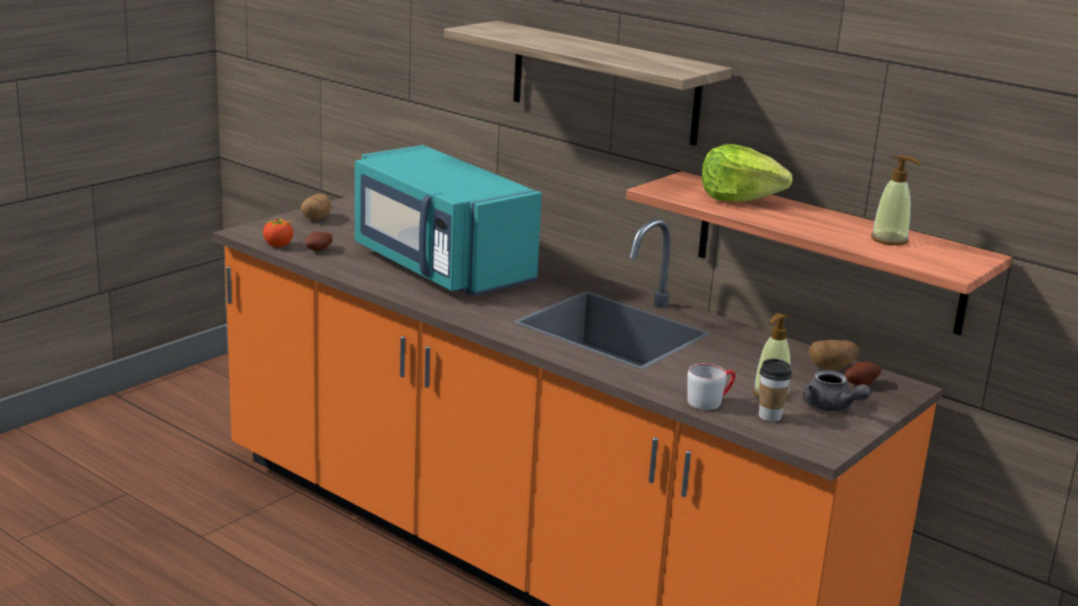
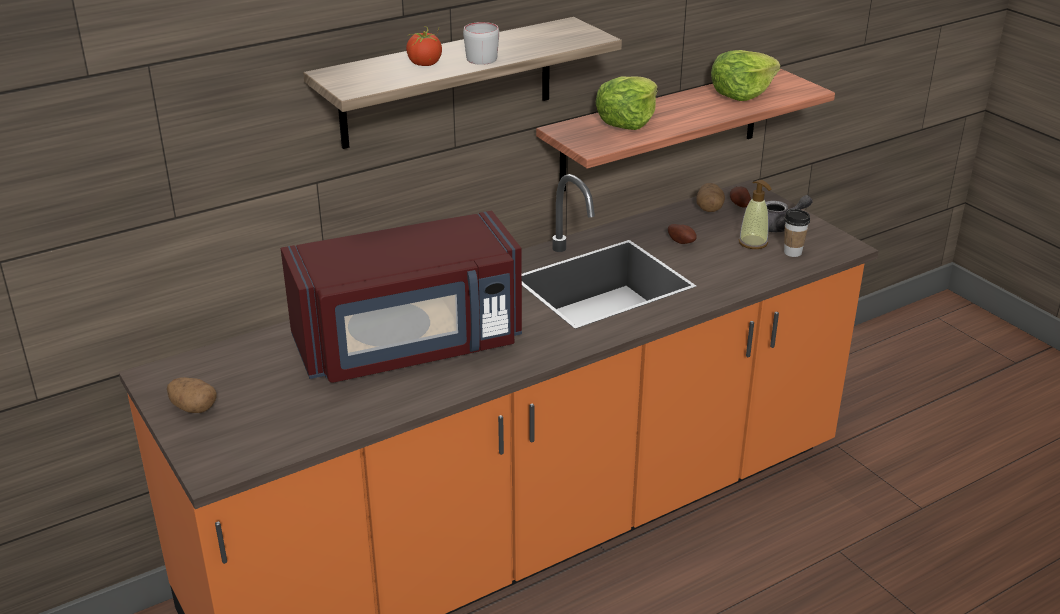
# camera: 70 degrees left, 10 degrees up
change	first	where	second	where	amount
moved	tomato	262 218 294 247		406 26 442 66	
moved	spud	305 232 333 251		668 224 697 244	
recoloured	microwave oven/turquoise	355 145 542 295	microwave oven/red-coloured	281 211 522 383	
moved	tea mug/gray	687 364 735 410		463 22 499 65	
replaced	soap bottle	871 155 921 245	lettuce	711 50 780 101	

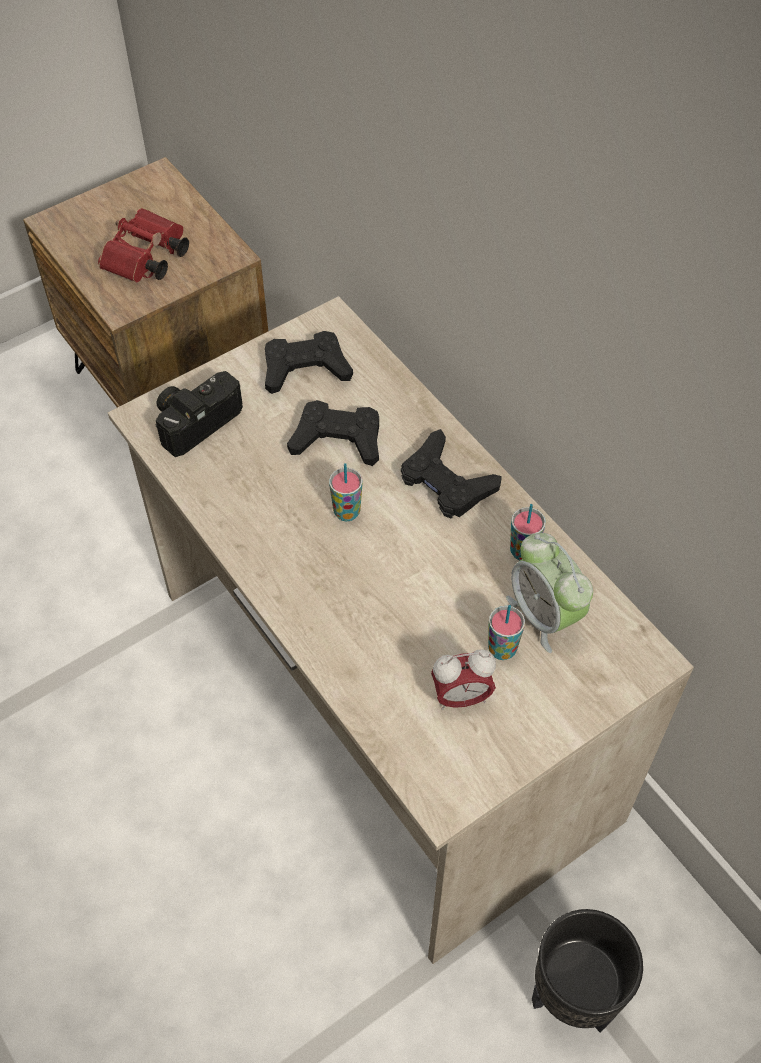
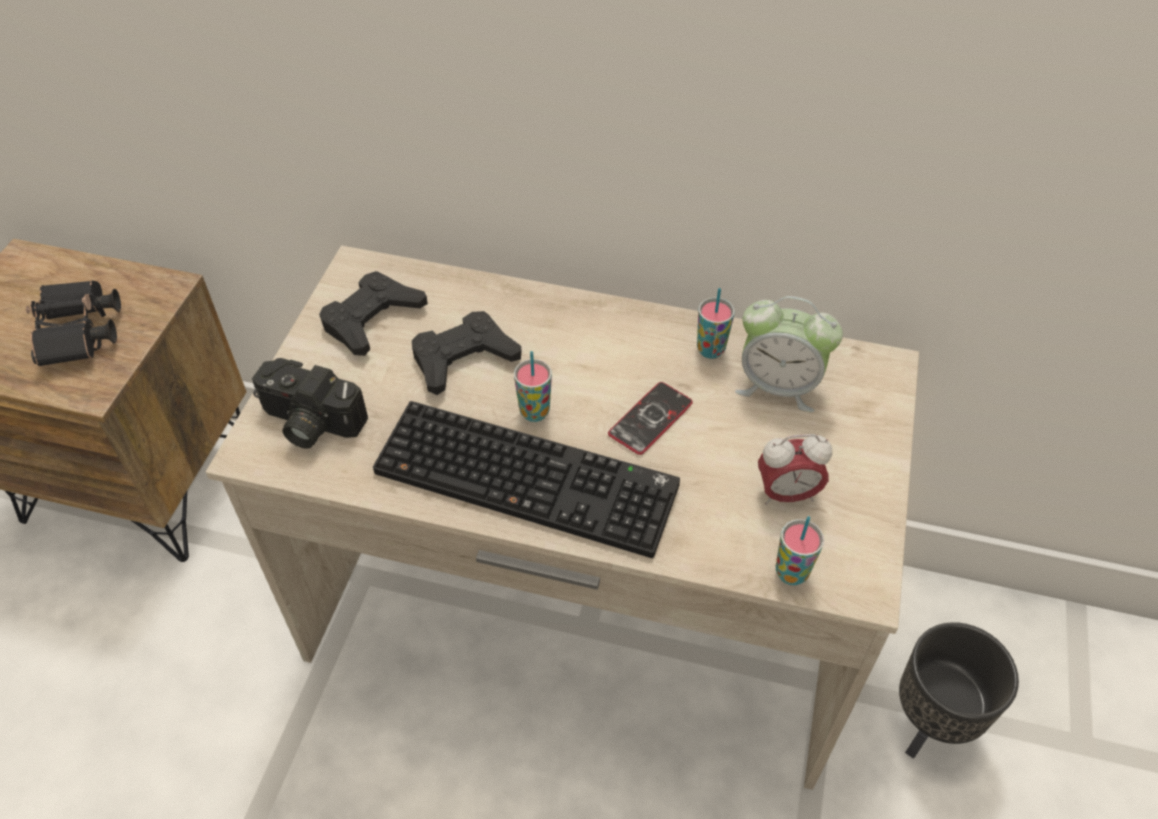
# camera: 40 degrees left, 5 degrees down
change	first	where	second	where	amount
recoloured	pair of binoculars/red-coloured	98 208 189 283	pair of binoculars/black-coloured	26 281 121 366	
turned	photo camera	156 371 243 457		252 358 368 449	75 degrees counterclockwise
removed	joypad/black-coloured	401 429 502 518			
turned	alarm clock	431 649 496 710		758 434 832 505	45 degrees clockwise
moved	small cup	488 605 525 660		776 516 824 585	
added			computer keyboard	373 401 680 558	
added			phone	608 382 693 455	

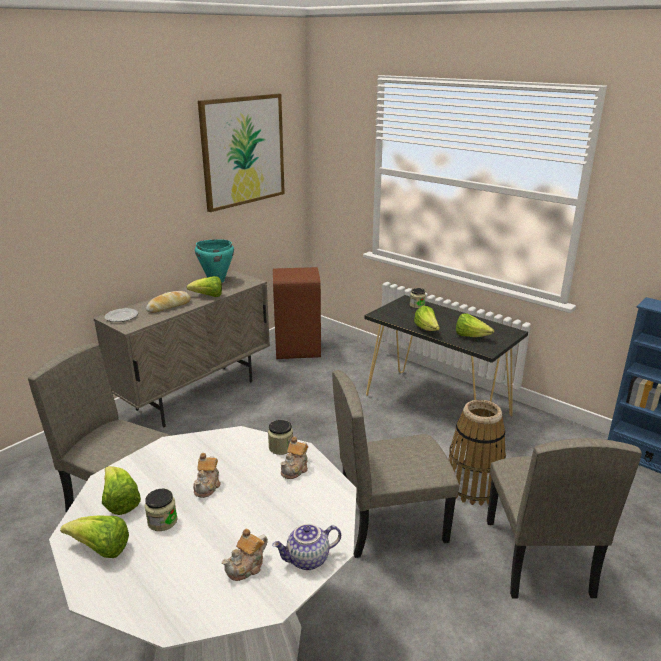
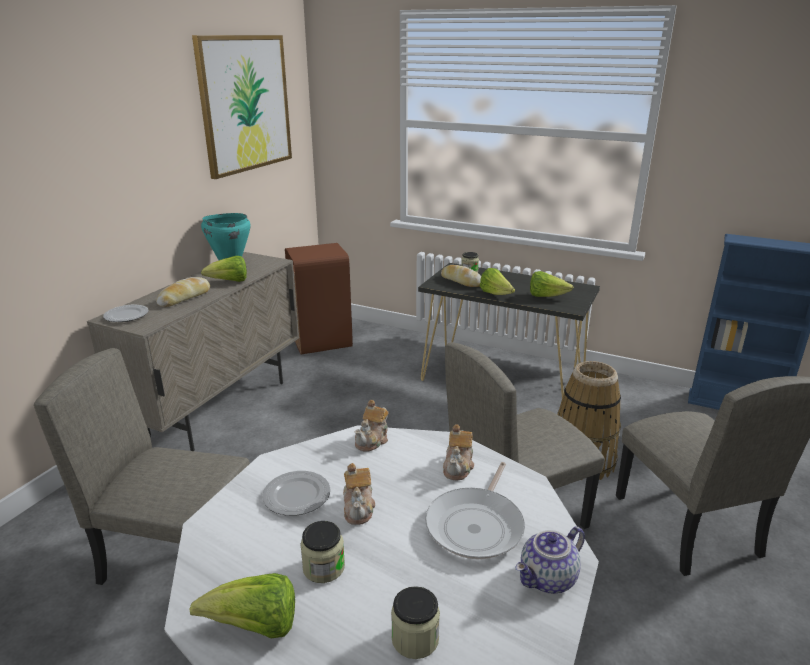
# camera: 15 degrees left, 0 degrees up
change	first	where	second	where	amount
removed	lettuce	102 466 141 515			
moved	teapot	222 529 268 581		355 400 388 452	
moved	jar	268 420 293 455		391 586 440 659	
added			plate	262 471 331 516	
added			skillet	425 462 525 559	
added			bread	441 265 481 287	

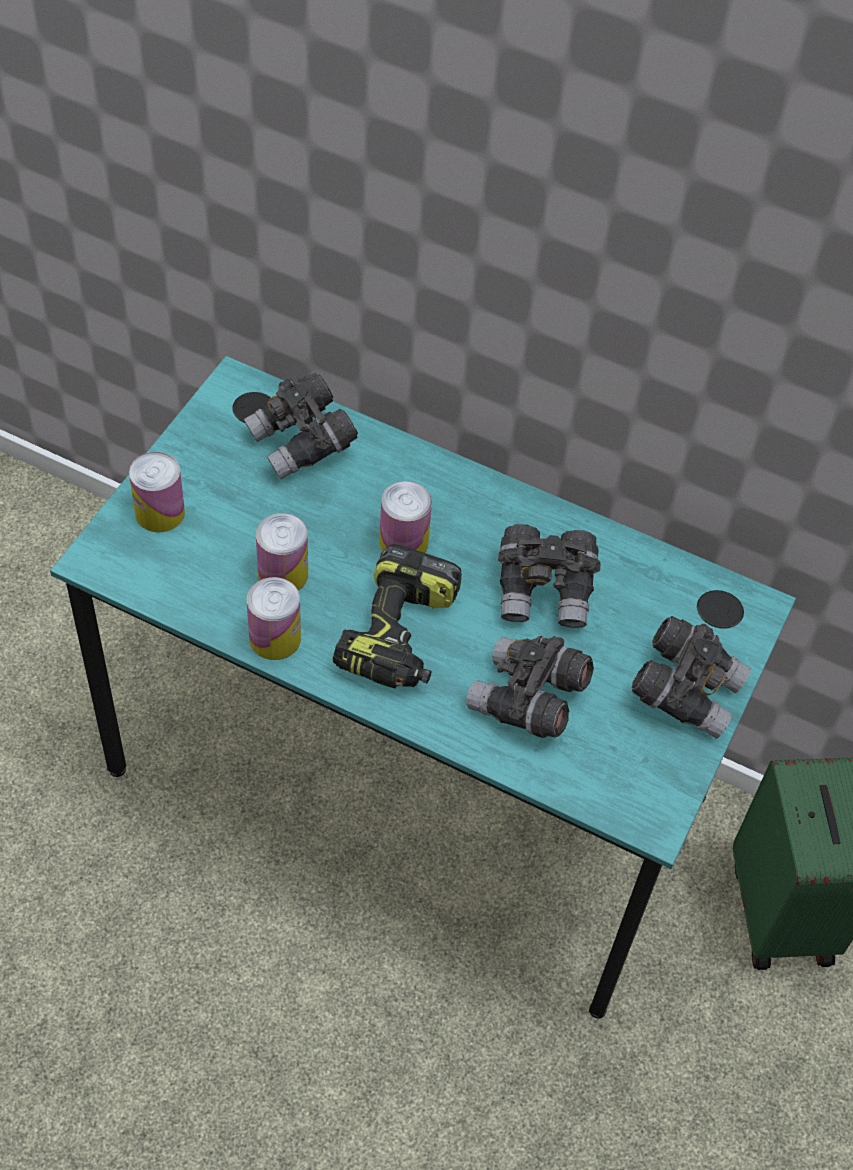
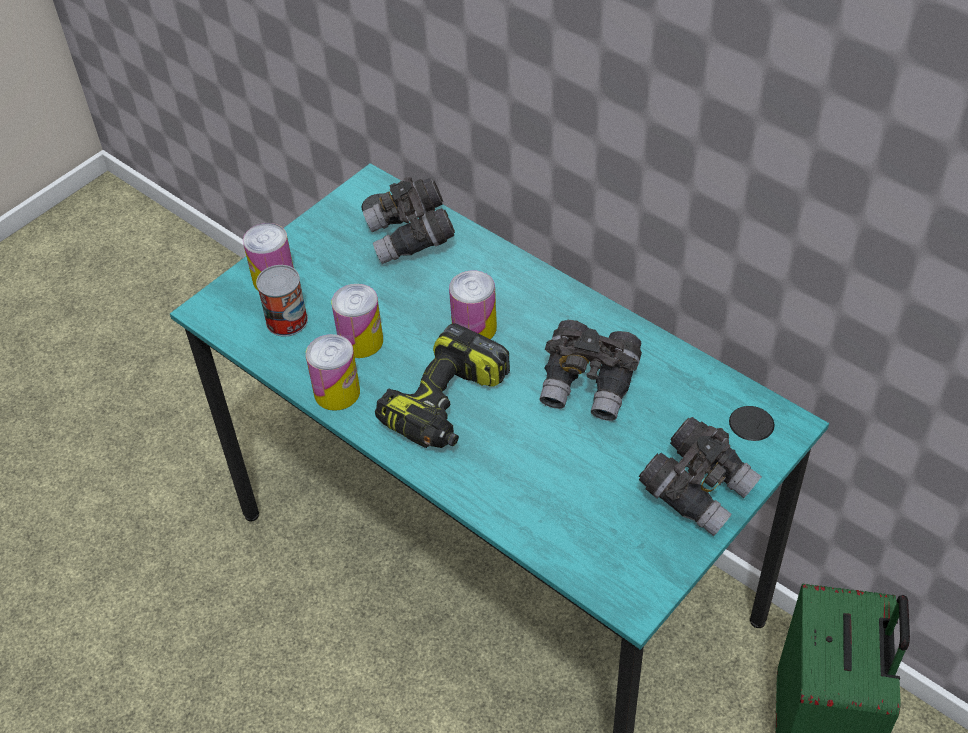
# camera: 20 degrees right, 5 degrees down
change	first	where	second	where	amount
removed	pair of binoculars/gray	467 636 594 738			
added			can	256 265 308 337	

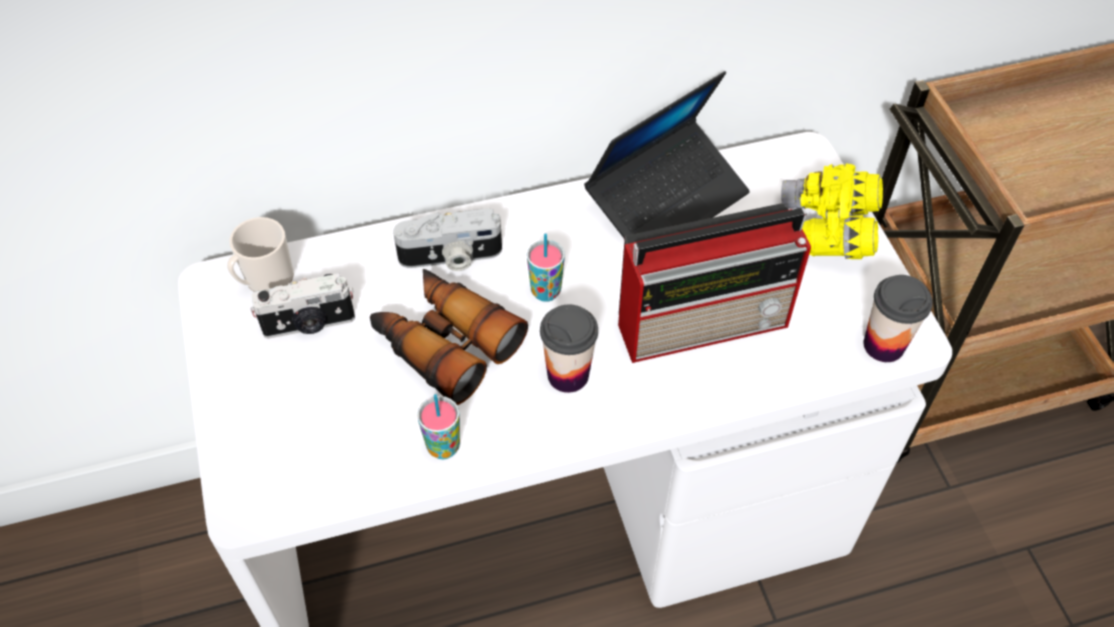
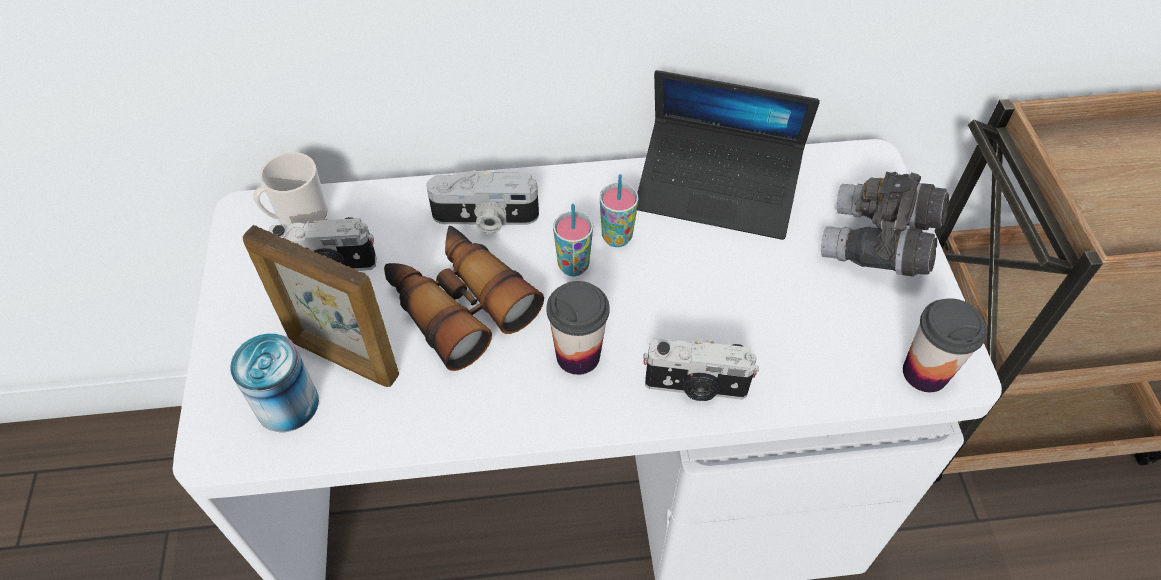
# camera: 10 degrees right, 0 degrees up
change	first	where	second	where	amount
moved	small cup	417 394 460 459		600 174 639 247	
turned	laptop	584 71 750 239		637 70 820 240	45 degrees clockwise
removed	radio	618 203 811 363			
recoloured	pair of binoculars/yellow-coloured	781 163 883 259	pair of binoculars/gray	821 172 949 277	
added			can	230 333 319 432	
added			photo frame	243 225 399 387	
added			photo camera	643 339 759 401	

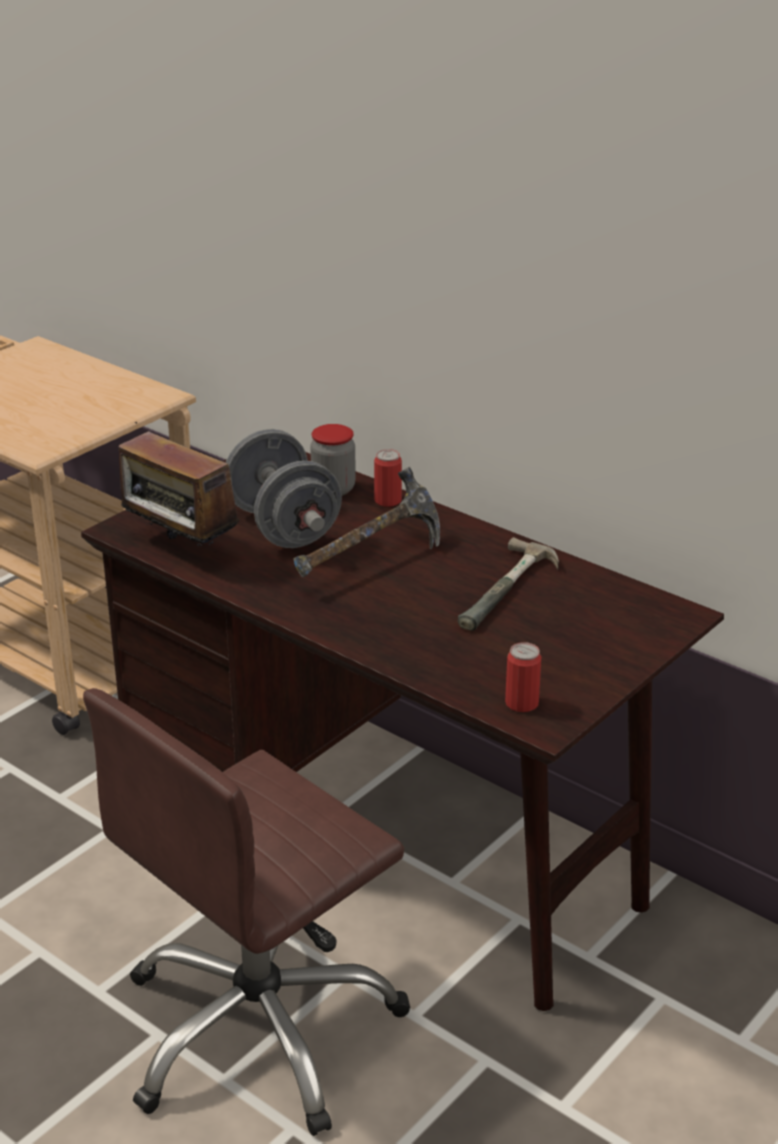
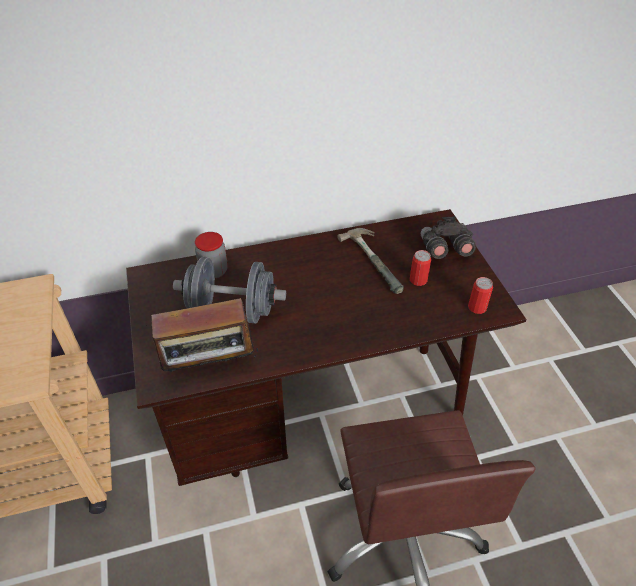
# camera: 55 degrees left, 15 degrees up
change	first	where	second	where	amount
removed	tool hammer	294 467 440 577			
moved	can	374 449 402 507		410 250 431 286	
added			pair of binoculars/gray	420 216 476 259	

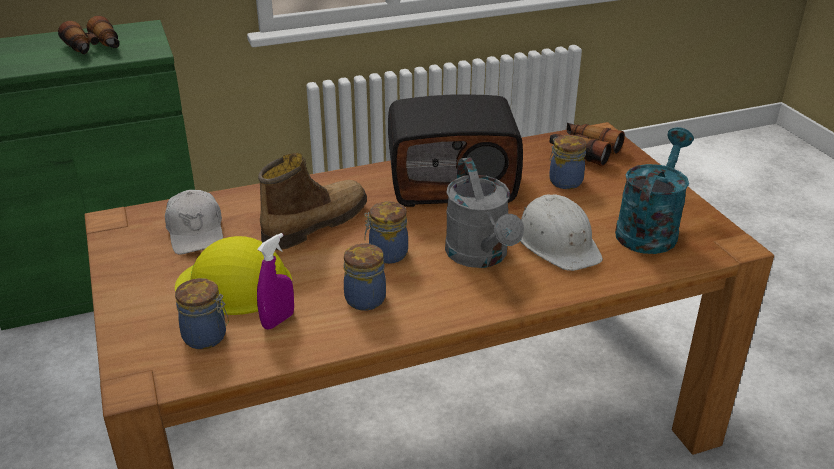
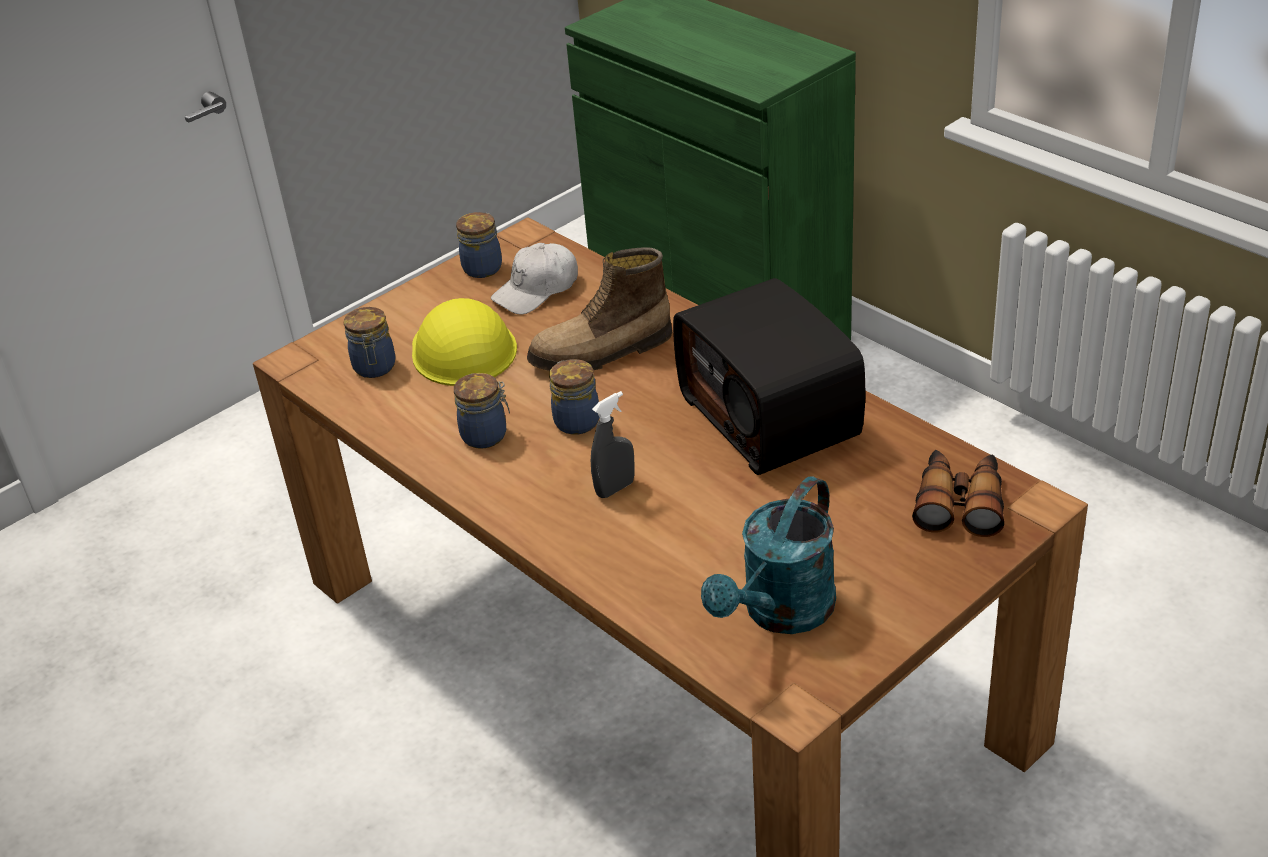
# camera: 70 degrees right, 5 degrees up
change	first	where	second	where	amount
removed	pair of binoculars	58 16 120 54			
removed	spray bottle/purplish	257 233 294 330			
turned	boot	258 153 367 250		527 247 672 371	135 degrees clockwise
replaced	watering can/gray	445 157 524 268	spray bottle/gray	591 391 635 498	
removed	work helmet/whitish	520 194 603 271			
moved	jar	549 135 586 189		456 212 502 278	
turned	watering can/turquoise	615 127 694 254		701 476 836 634	120 degrees clockwise

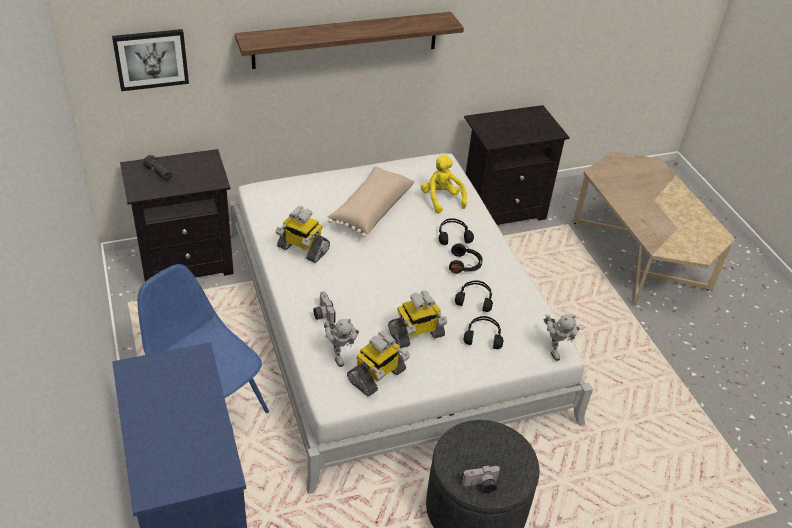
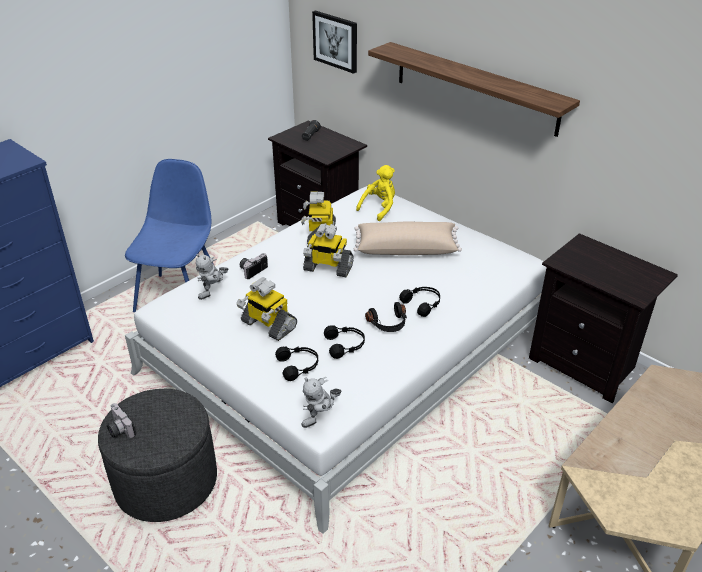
# camera: 65 degrees right, 5 degrees down
change	first	where	second	where	amount
moved	robot figure	347 331 410 396		303 223 354 277	
moved	soft toy/yellow-coloured	421 155 467 214		356 165 395 221	

